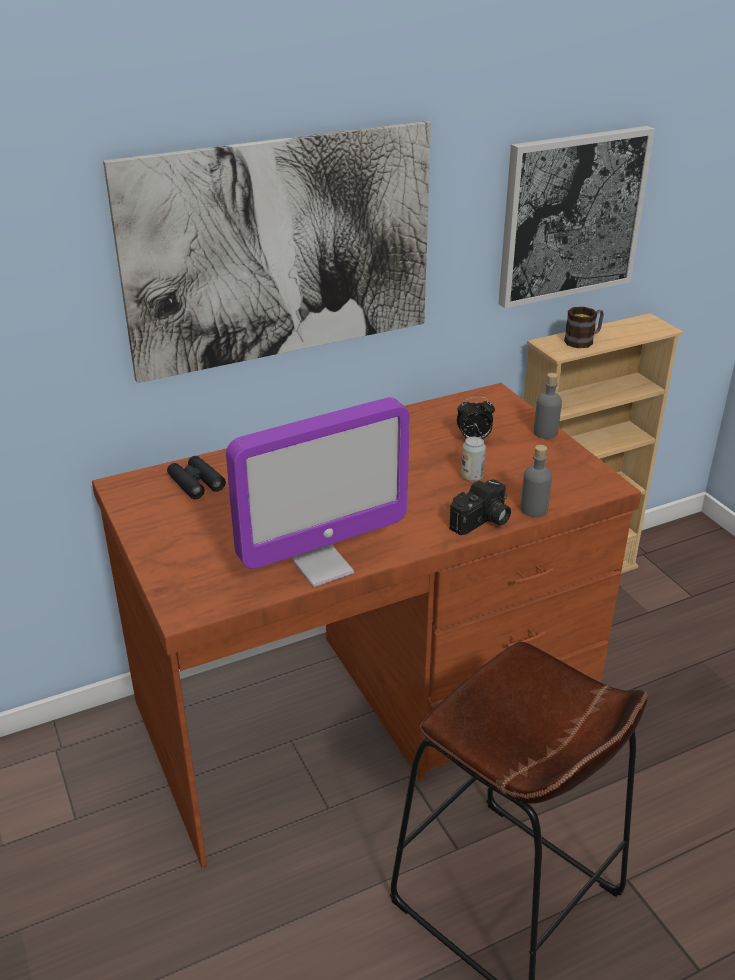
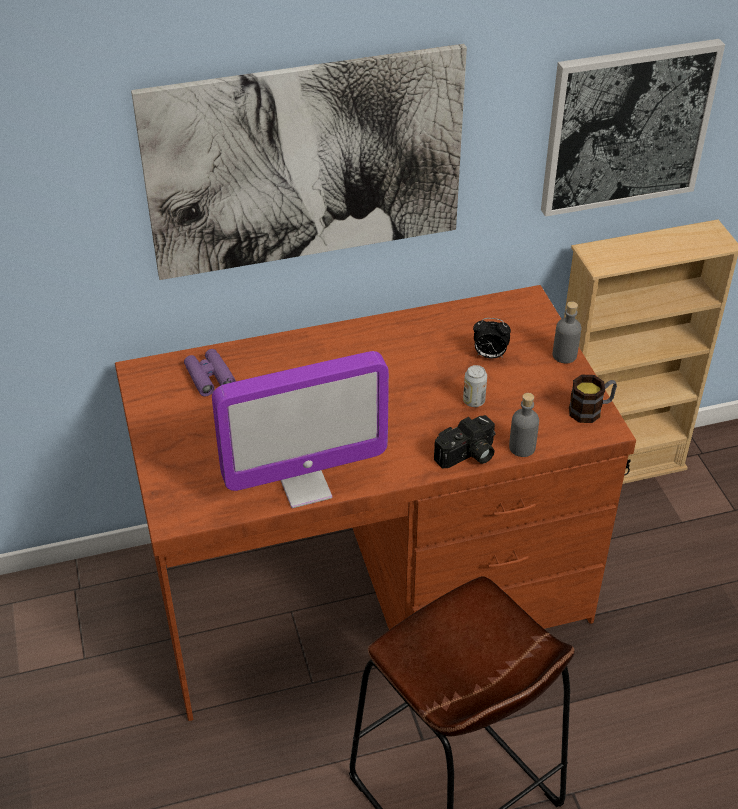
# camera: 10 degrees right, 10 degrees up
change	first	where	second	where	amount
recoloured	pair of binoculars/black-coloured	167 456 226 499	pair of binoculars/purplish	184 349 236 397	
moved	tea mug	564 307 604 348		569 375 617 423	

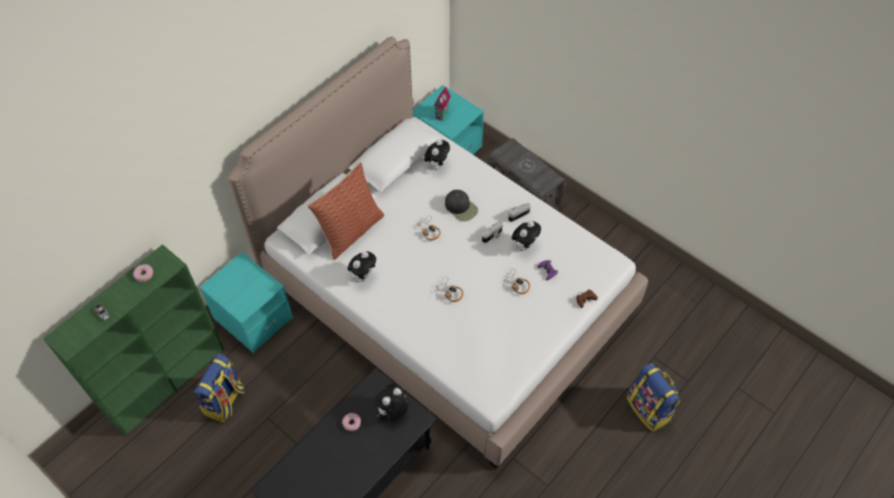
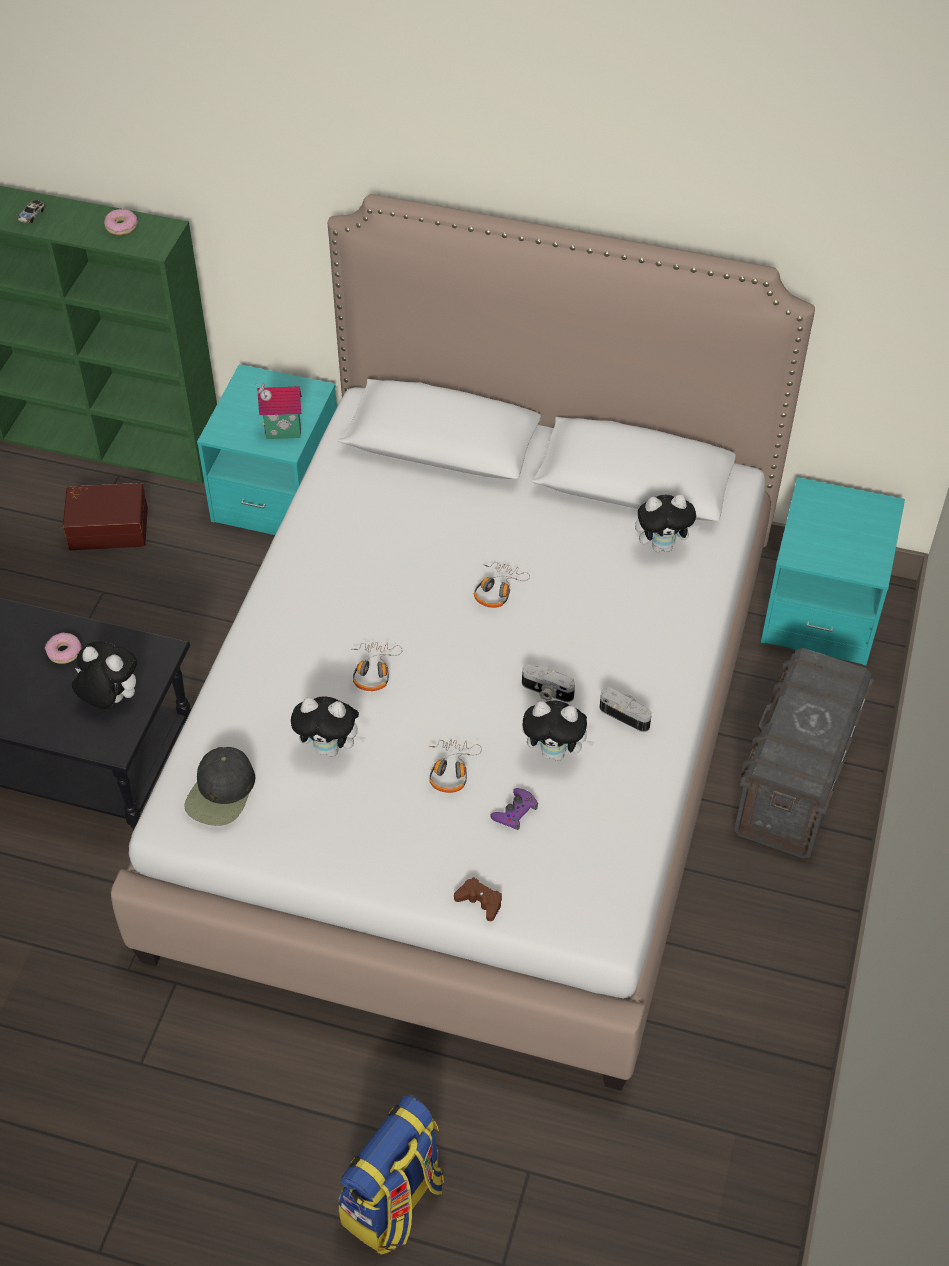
# camera: 65 degrees right, 5 degrees down
change	first	where	second	where	amount
replaced	rucksack	194 353 245 422	storage box/brown	63 483 148 550	
removed	throw pillow	308 162 384 260			
moved	soft toy	347 251 376 282		291 696 366 757	
moved	miniature house	433 87 451 121		255 382 302 439	
moved	cap/black-coloured	445 190 478 221		184 747 255 826	

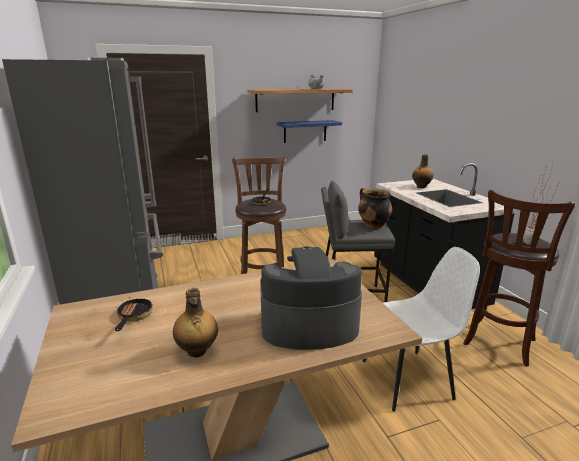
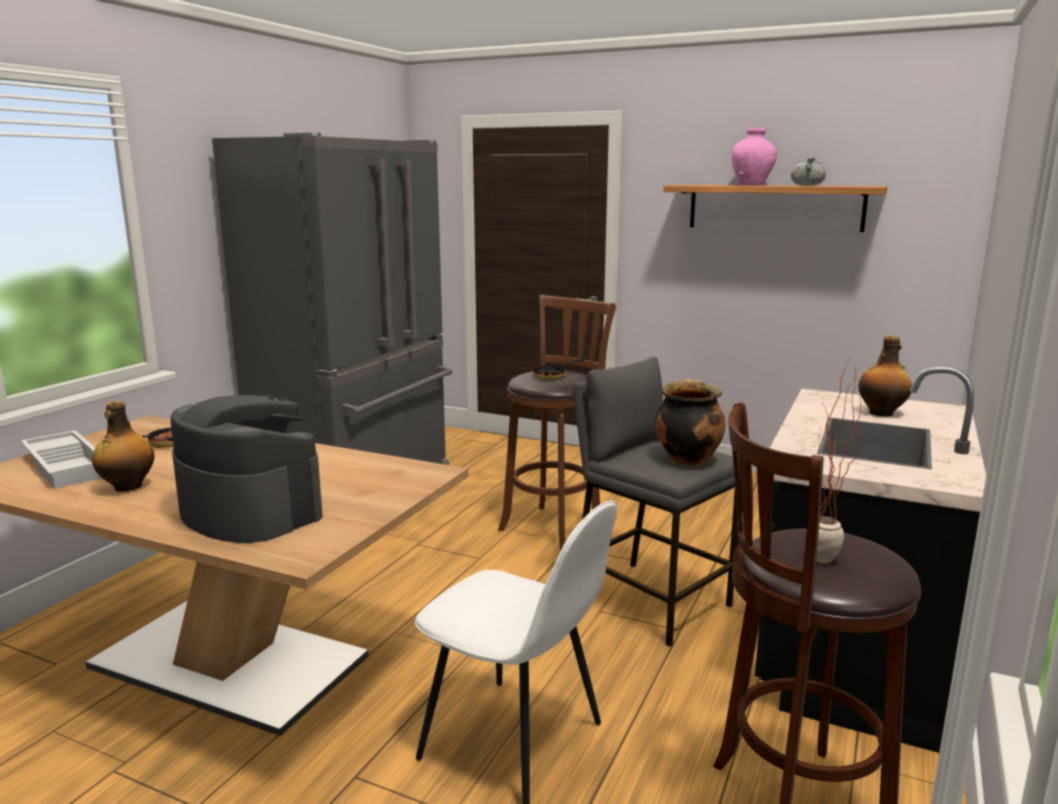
# camera: 45 degrees right, 5 degrees down
change	first	where	second	where	amount
removed	shelf/bluish	277 120 342 143			
added			serving tray/whitish	21 430 102 489	
added			vase/pink-coloured	731 127 777 185	

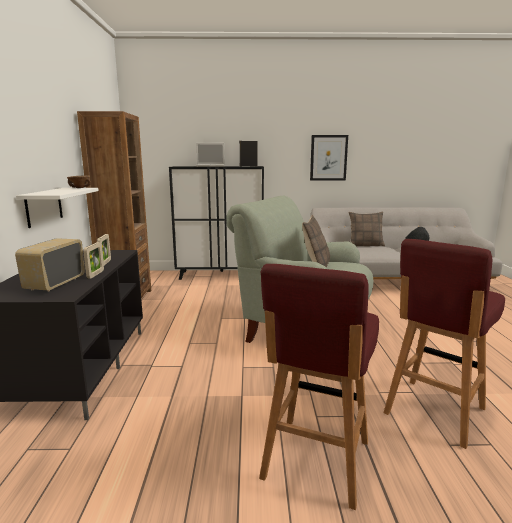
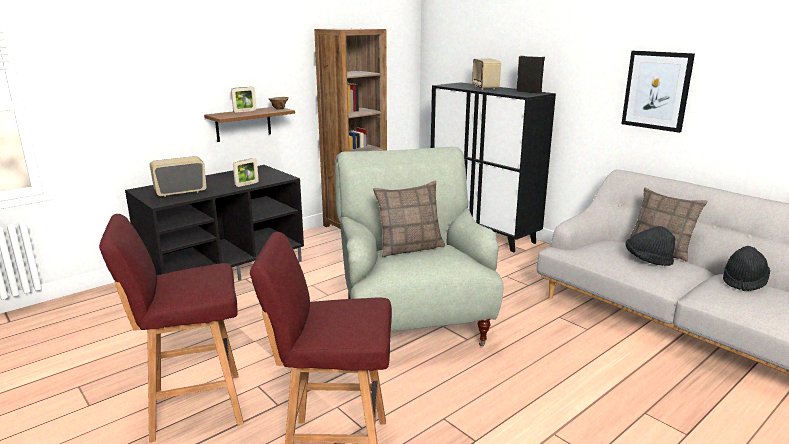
# camera: 50 degrees right, 5 degrees up
change	first	where	second	where	amount
recoloured	shelf/whitish	16 188 99 228	shelf/brown	204 107 295 142	
moved	photo frame	83 242 104 279		231 87 256 113	
replaced	laptop	196 143 225 167	radio	472 59 501 90	
added			wearable hat/black-coloured	625 226 675 266	

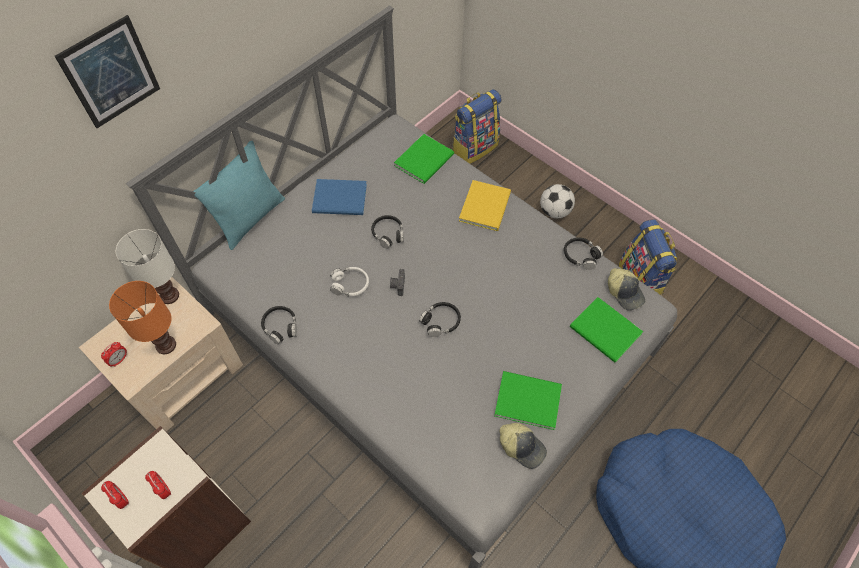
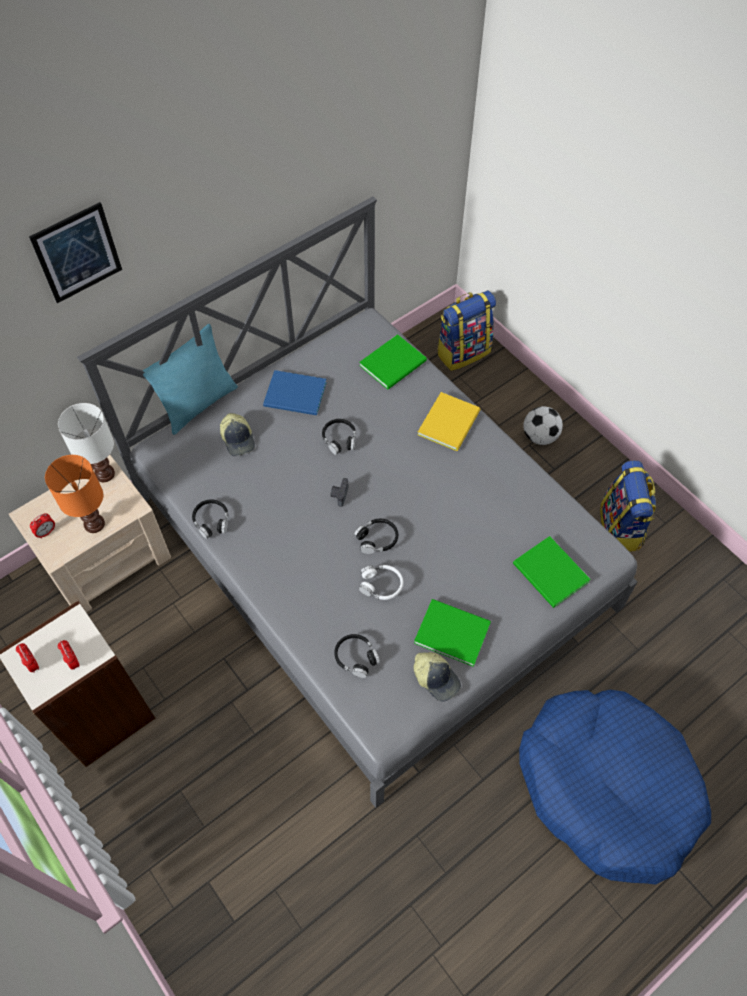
# camera: 10 degrees right, 0 degrees up
change	first	where	second	where	amount
moved	headphones/whitish	330 267 369 296		359 565 404 600	
moved	headphones/black-coloured	564 237 603 270		334 634 380 678	
moved	cap	608 268 645 311		220 413 255 456	

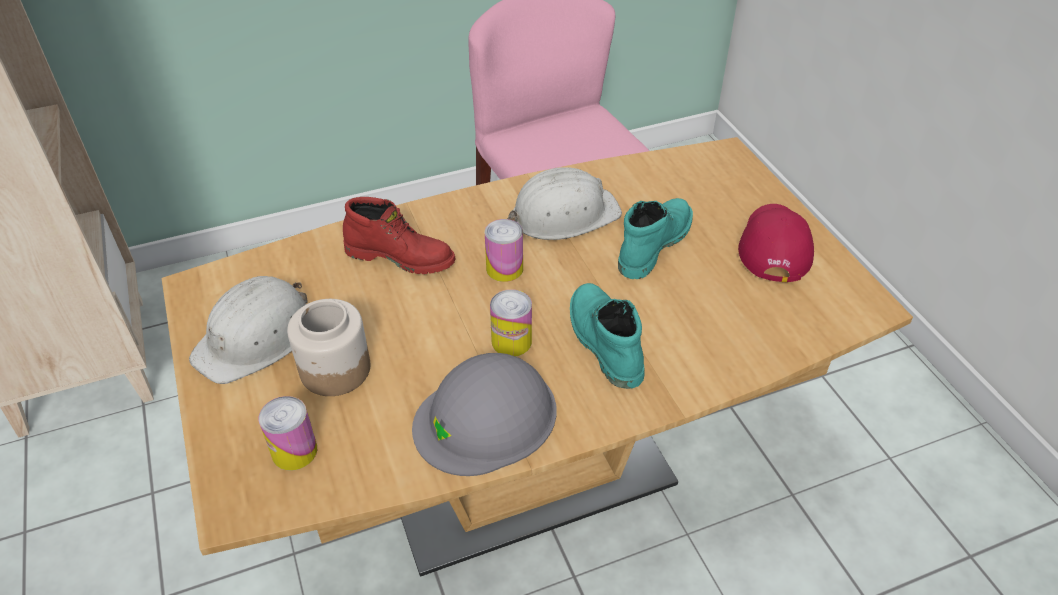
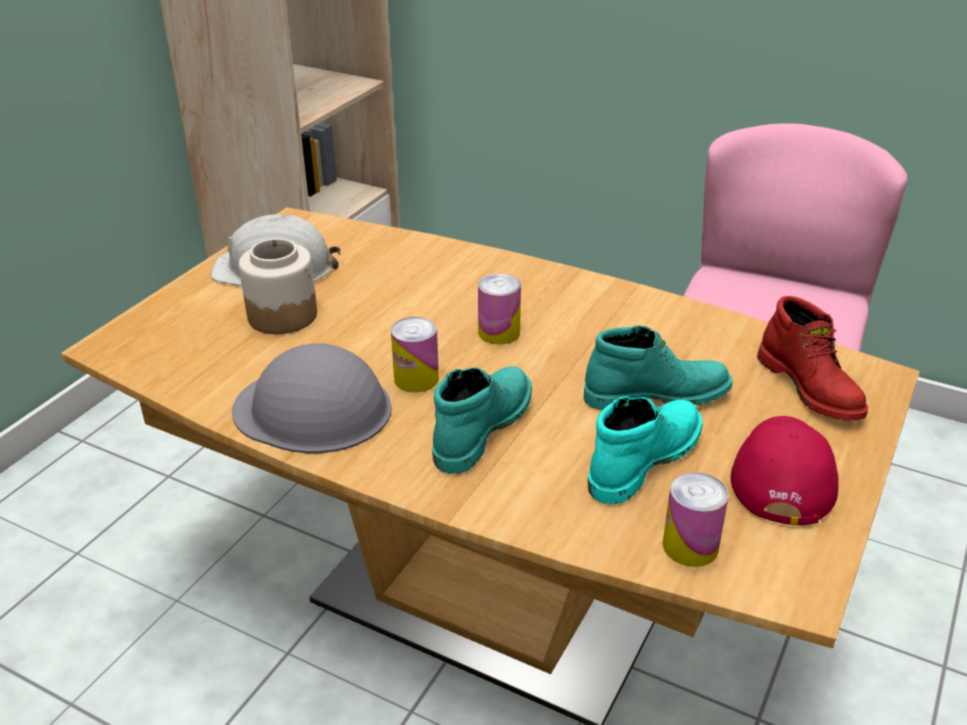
# camera: 50 degrees right, 10 degrees down
change	first	where	second	where	amount
moved	can	259 396 317 471		663 472 729 567	
moved	boot/red-coloured	343 197 455 274		757 296 868 421	
removed	work helmet/whitish	507 167 622 240			
turned	cap/red-coloured	738 204 814 282		731 416 838 526	45 degrees counterclockwise
added			boot/turquoise	588 396 702 504	

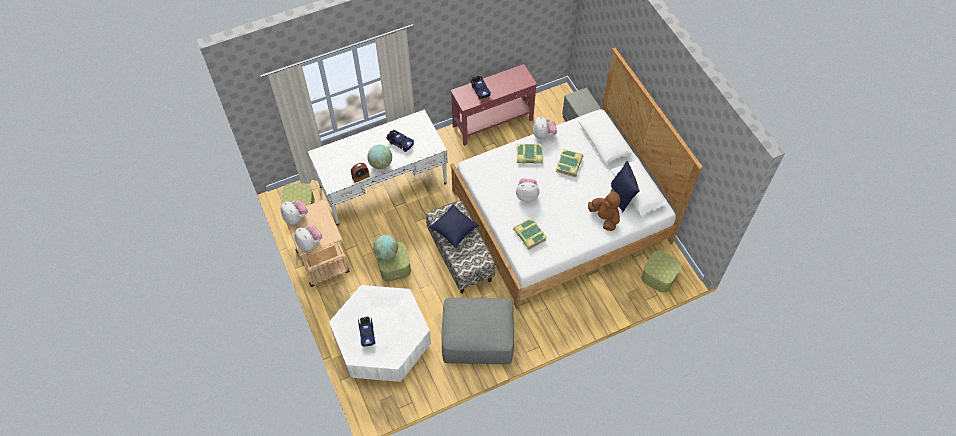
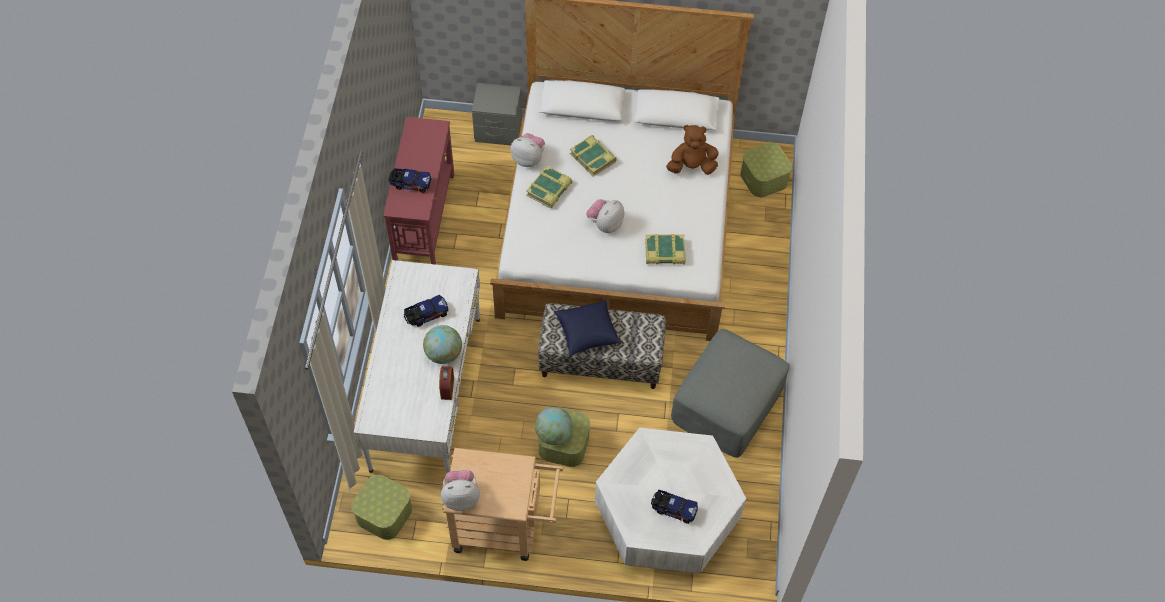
# camera: 60 degrees left, 0 degrees up
change	first	where	second	where	amount
removed	soft toy	294 226 322 251			
removed	throw pillow/bluish	611 161 640 213			

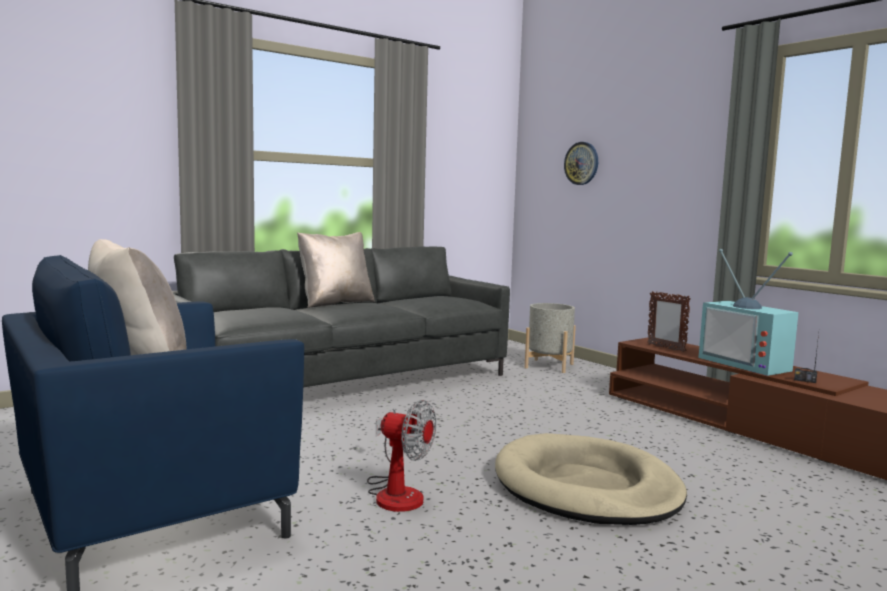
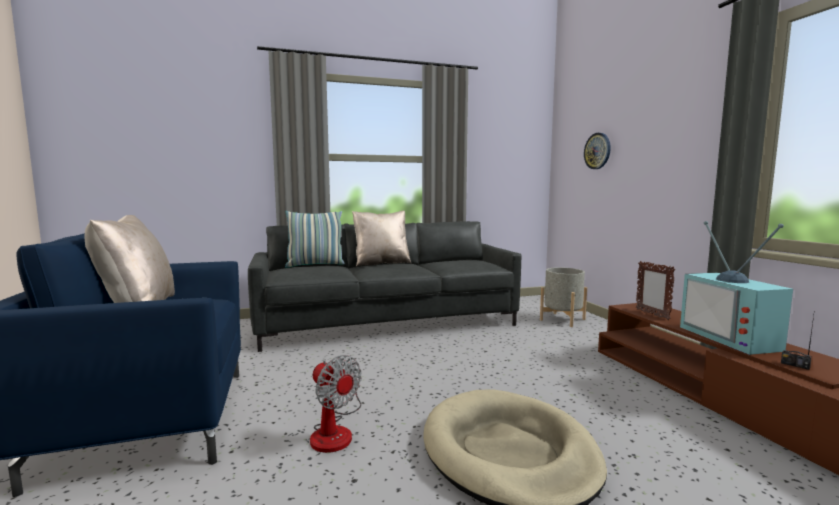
# camera: 20 degrees right, 0 degrees up
change	first	where	second	where	amount
added			throw pillow	285 211 345 268	

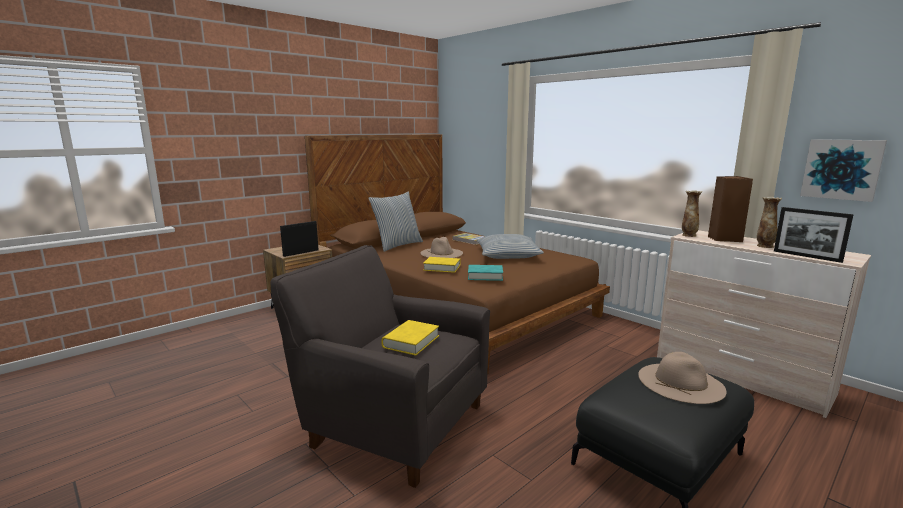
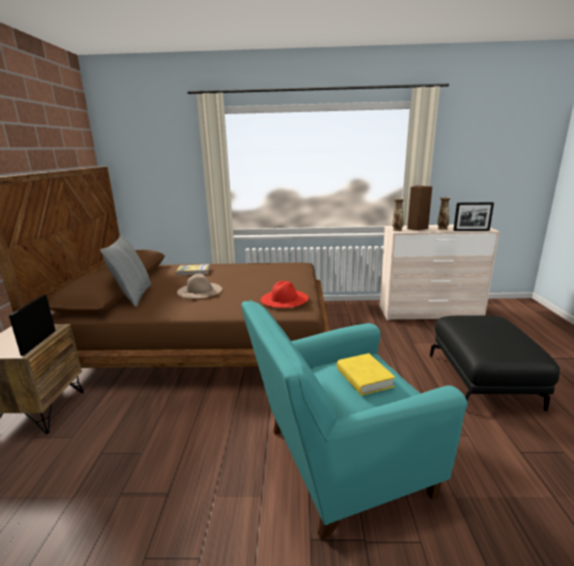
# camera: 45 degrees left, 5 degrees up
change	first	where	second	where	amount
recoloured	lounge chair/gray	270 245 490 488	lounge chair/turquoise	241 300 467 540	
removed	book/yellow-coloured	423 257 461 273			
replaced	book/turquoise	468 265 503 281	wearable hat/red-coloured	261 281 308 308	
removed	throw pillow	476 234 544 259			
removed	wearable hat/sand-coloured	638 352 726 404			
removed	picture	800 139 887 202			

